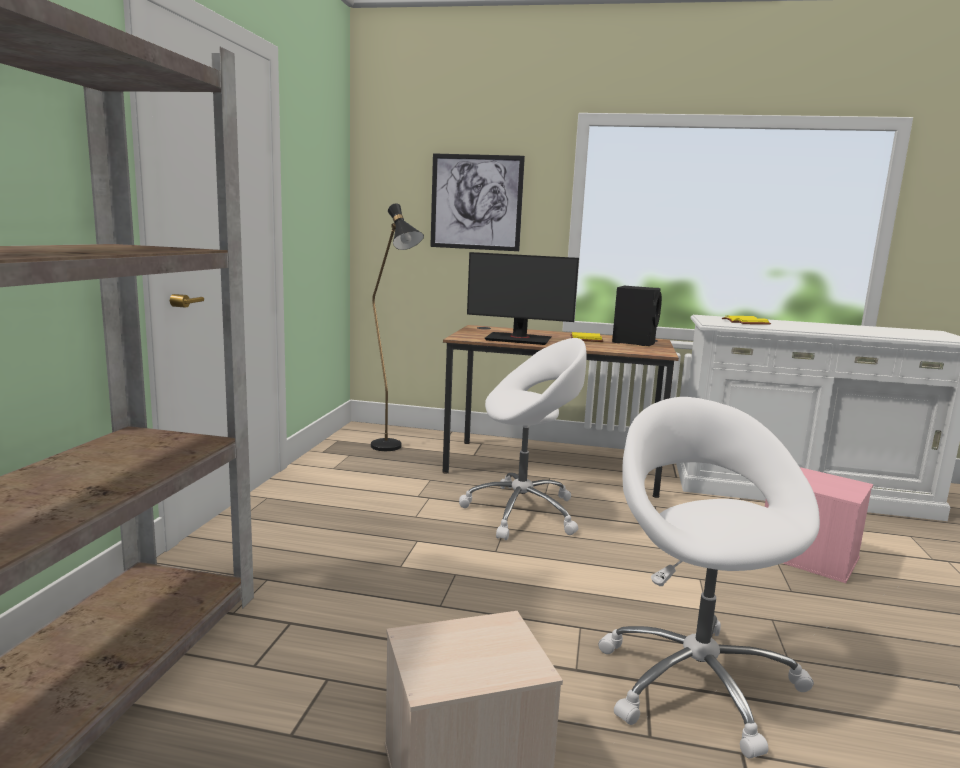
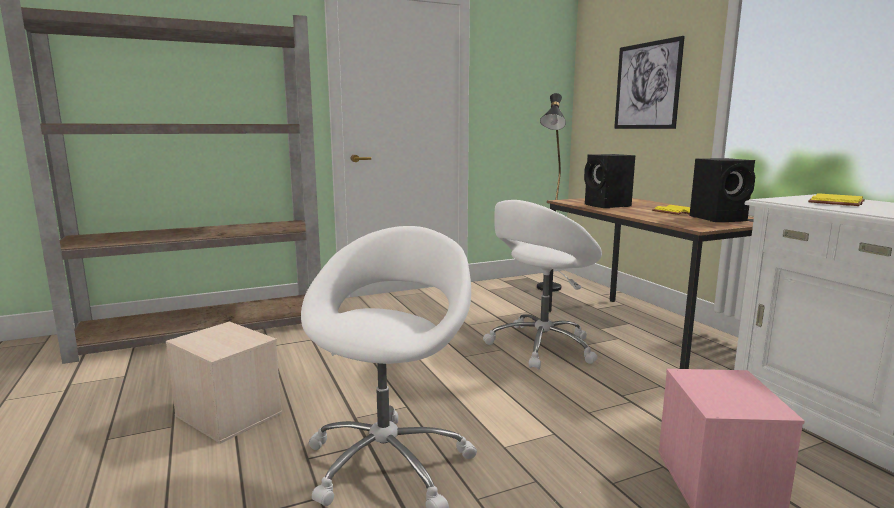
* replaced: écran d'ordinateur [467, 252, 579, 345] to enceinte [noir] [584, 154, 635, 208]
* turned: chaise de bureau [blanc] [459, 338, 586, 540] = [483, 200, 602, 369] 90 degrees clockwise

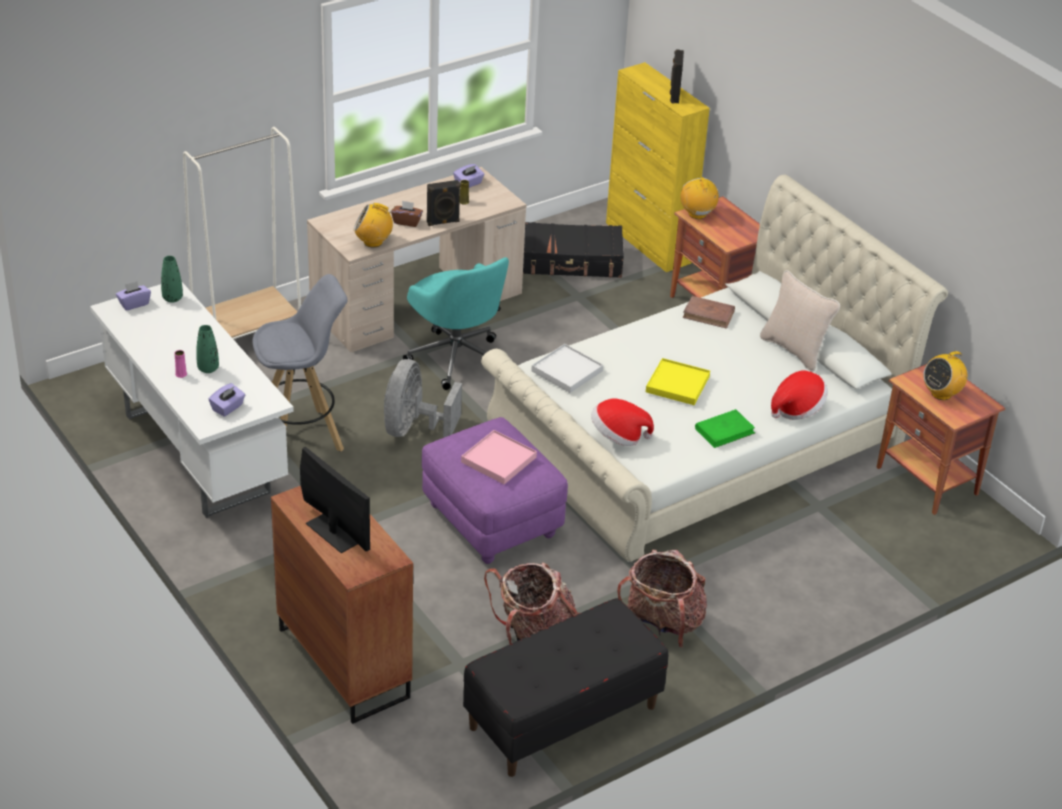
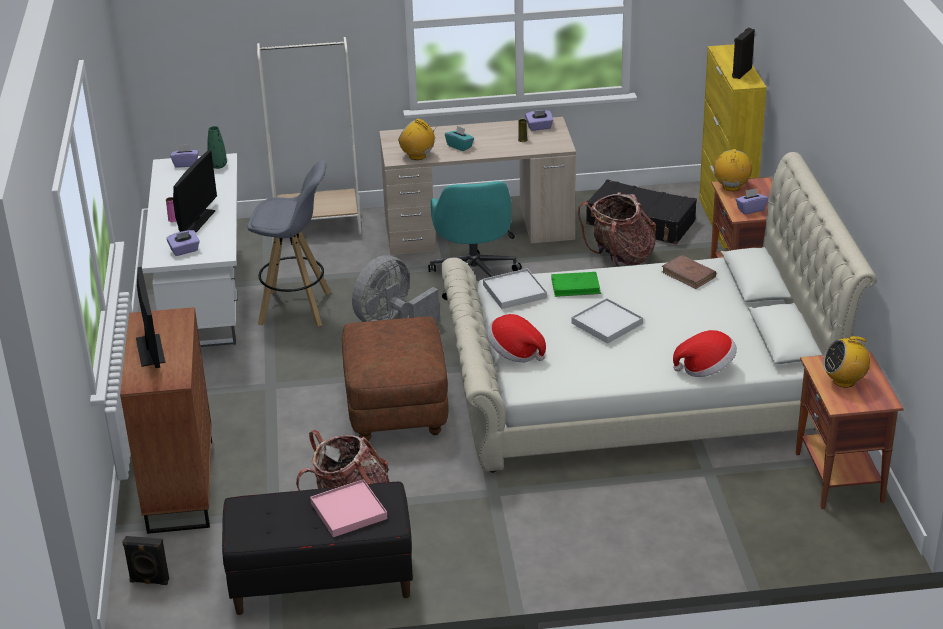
* moved: enceinte [noir] [427, 180, 460, 226] to [122, 536, 169, 585]
* recoloured: boîte à mouchoirs [marron] [391, 200, 423, 227] to boîte à mouchoirs [turquoise] [445, 126, 474, 151]
* removed: coussin [beige] [760, 270, 840, 372]
* replaced: vase [vert] [196, 325, 219, 373] to écran d'ordinateur [173, 150, 217, 232]
* recoloured: plateau [jaune] [646, 358, 710, 405] to plateau [blanc] [571, 298, 643, 344]
* moved: livre [vert] [695, 409, 755, 448] to [551, 272, 601, 297]
* recoloured: pouf [violet] [422, 417, 568, 564] to pouf [marron] [342, 317, 448, 441]
* moved: plateau [rose] [461, 430, 537, 484] to [310, 479, 388, 537]
* moved: sac à dos [617, 550, 707, 648] to [578, 192, 656, 267]
* added: boîte à mouchoirs [violet] [736, 188, 768, 215]

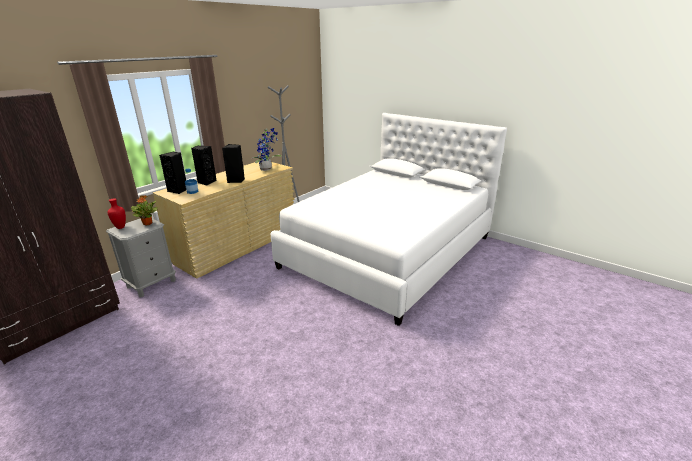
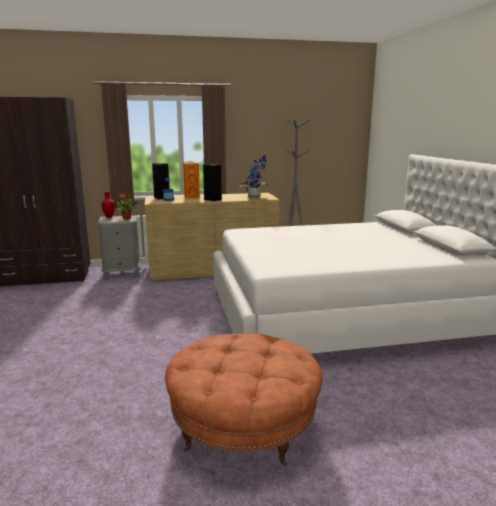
* recoloured: enceinte [noir] [191, 146, 217, 186] to enceinte [orange] [183, 163, 200, 199]
* added: pouf [marron] [165, 333, 322, 466]

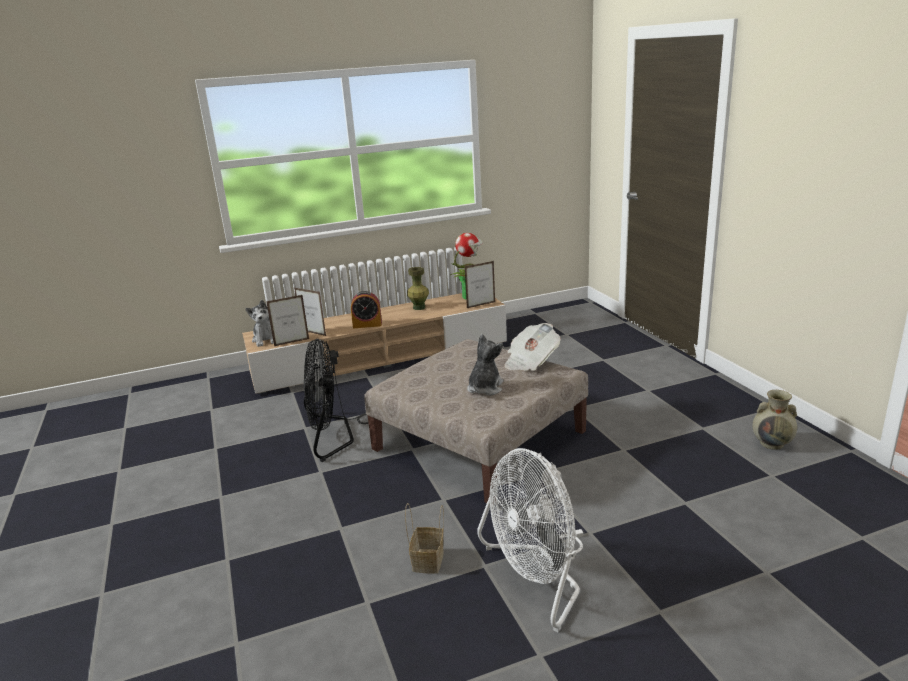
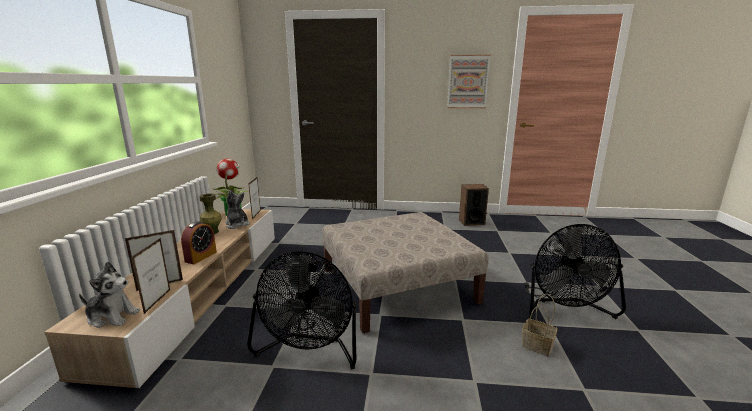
* removed: journal [504, 323, 560, 371]
* moved: peluche [467, 334, 504, 396] to [225, 190, 250, 229]
* replaced: vase [beige] [753, 390, 797, 450] to enceinte [459, 184, 489, 226]
* recoloured: ventilateur [blanc] [477, 448, 584, 633] to ventilateur [noir] [524, 224, 626, 319]
* added: tableau [447, 55, 490, 108]

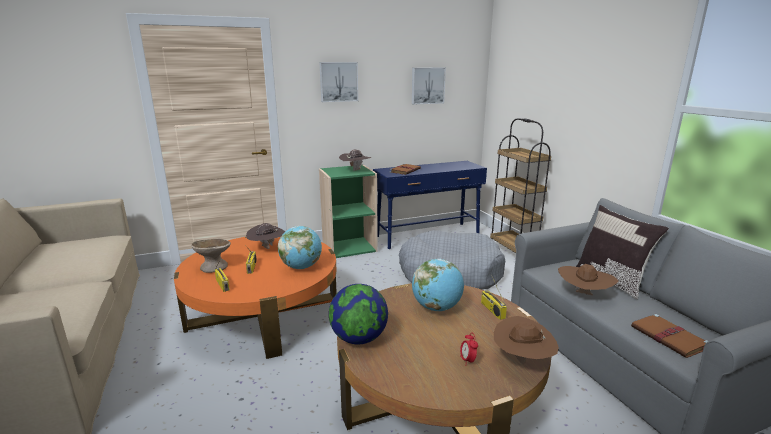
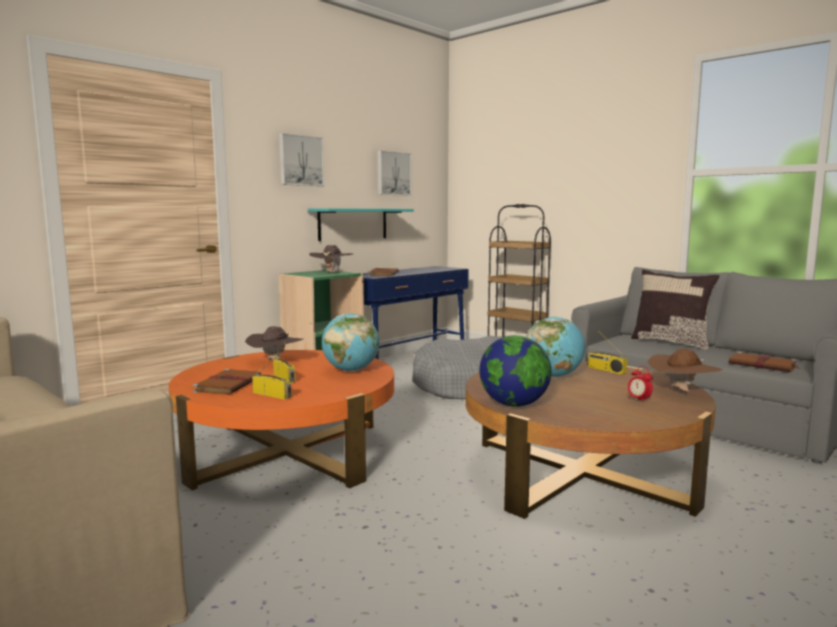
* replaced: bol [beige] [191, 239, 231, 273] to livre [marron] [193, 369, 262, 395]
* removed: chapeau [marron] [558, 264, 618, 296]
* added: étagère [turquoise] [308, 208, 414, 241]

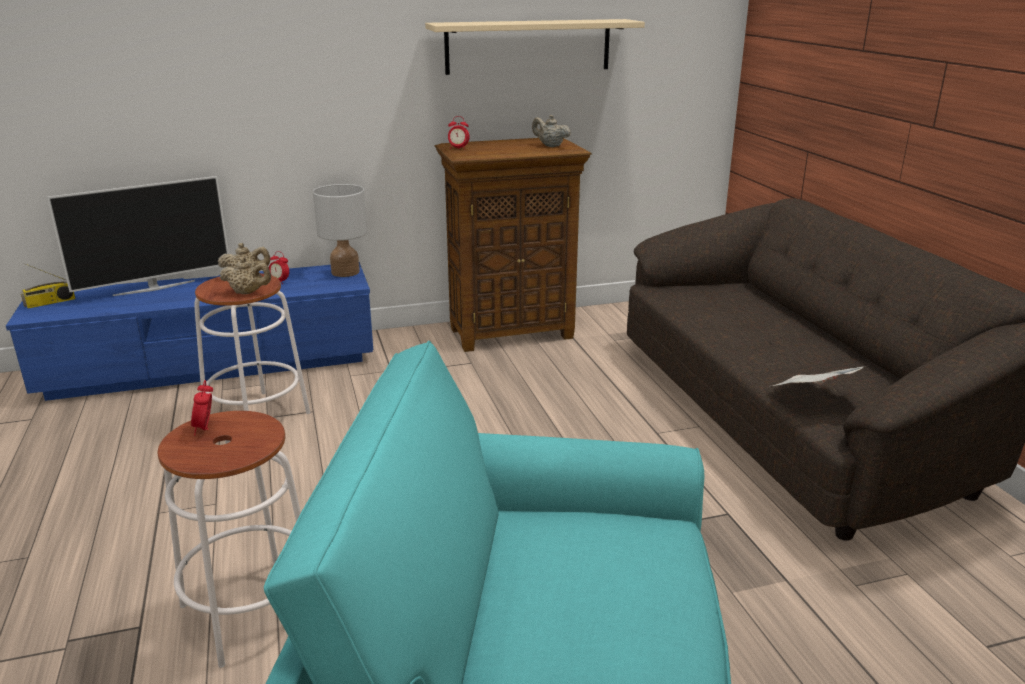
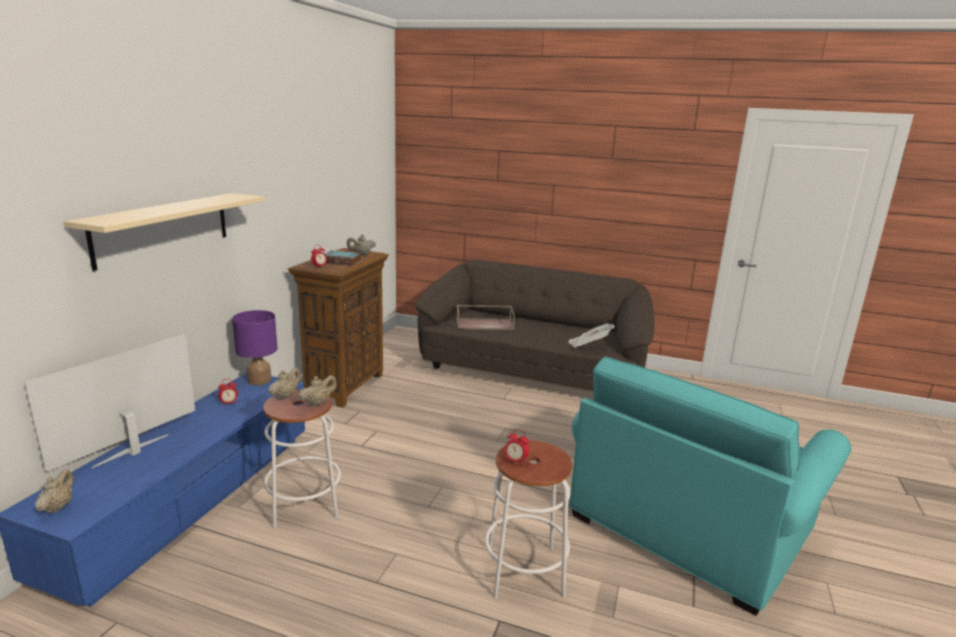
* moved: étagère [beige] [425, 19, 645, 75] to [64, 193, 265, 271]
* turned: téléviseur [47, 176, 229, 296] = [24, 334, 195, 472] 150 degrees counterclockwise
* recoloured: lampe de table [gris] [313, 184, 367, 277] to lampe de table [violet] [232, 310, 277, 385]
* replaced: radio [21, 263, 76, 309] to théière [beige] [35, 469, 74, 513]
* added: livre [325, 251, 361, 266]
* added: plateau [marron] [456, 305, 515, 330]

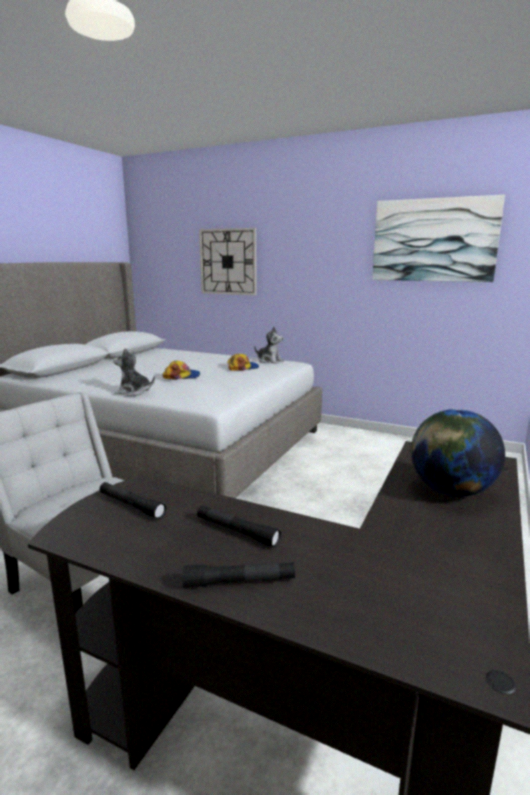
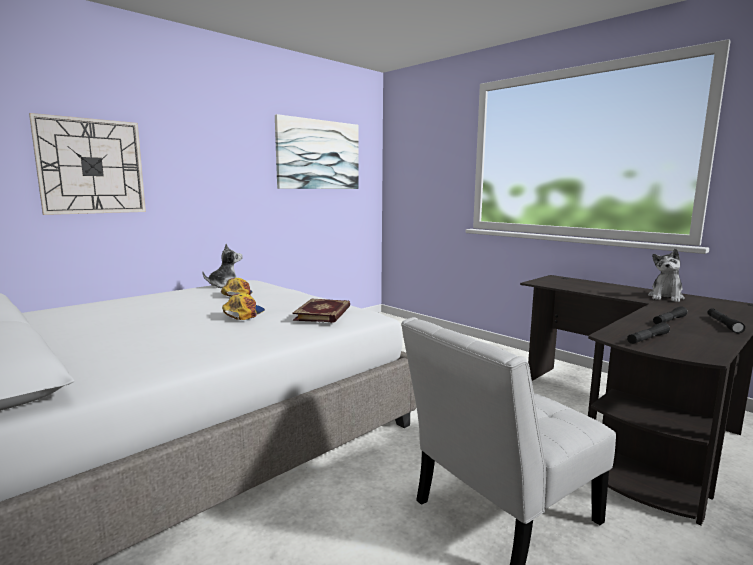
* moved: peluche [113, 348, 155, 396] to [648, 249, 685, 302]
* removed: globe [411, 409, 505, 497]
* added: livre [293, 299, 350, 323]

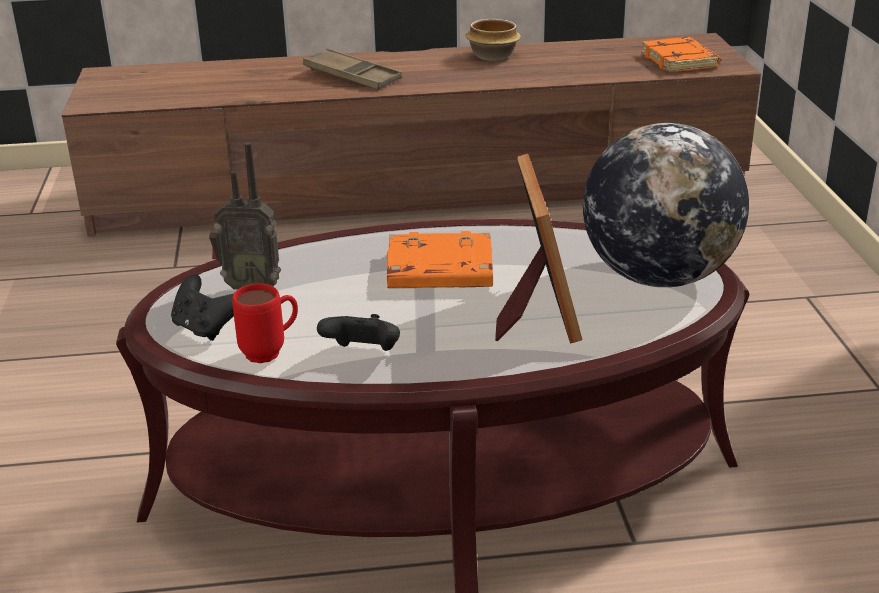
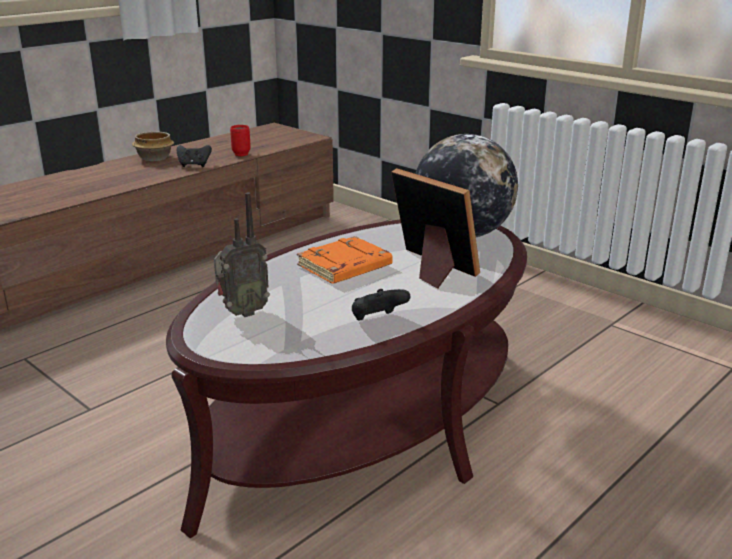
* removed: livre [orange] [641, 37, 720, 72]
* removed: plateau [marron] [303, 48, 402, 89]
* moved: manette [noir] [171, 274, 234, 341] to [177, 145, 212, 167]
* moved: mug [rouge] [232, 284, 298, 363] to [230, 125, 251, 156]

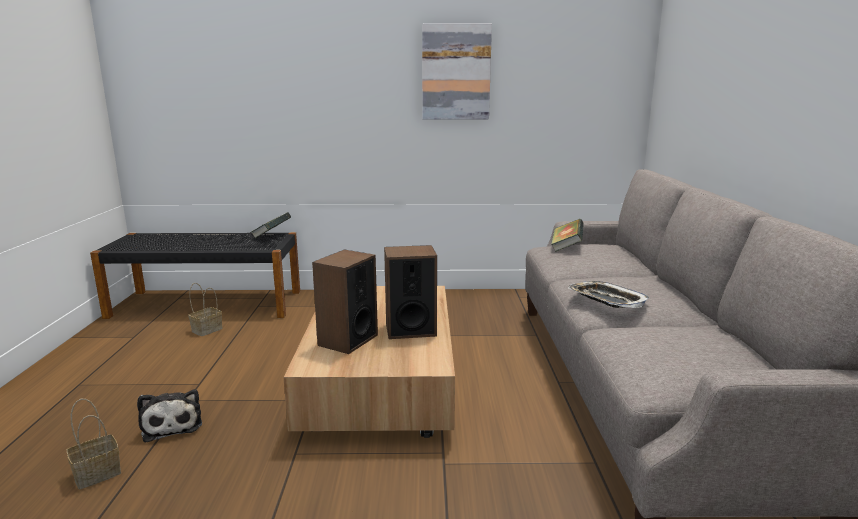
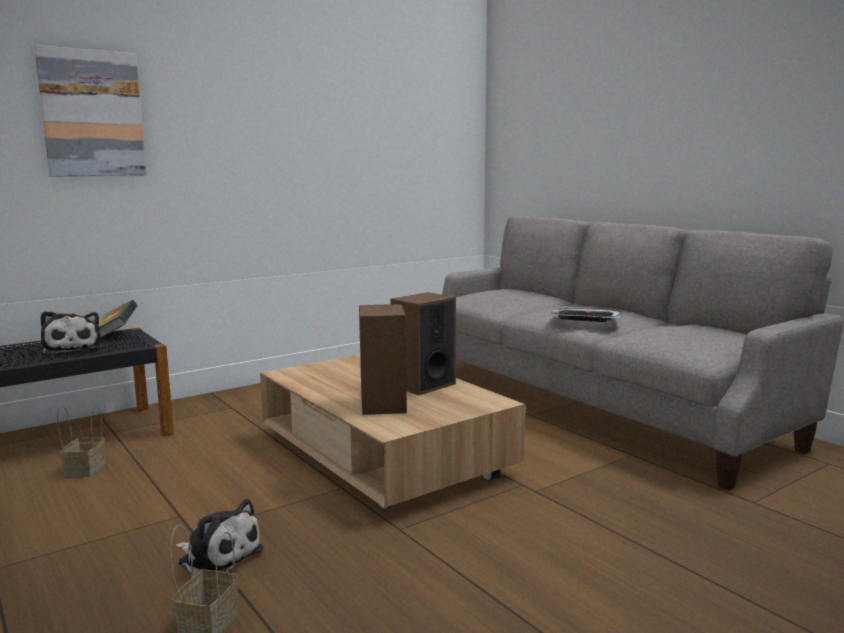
* moved: tableau [422, 24, 492, 119] to [35, 45, 147, 177]
* removed: livre [551, 219, 584, 252]
* added: peluche [40, 311, 102, 355]

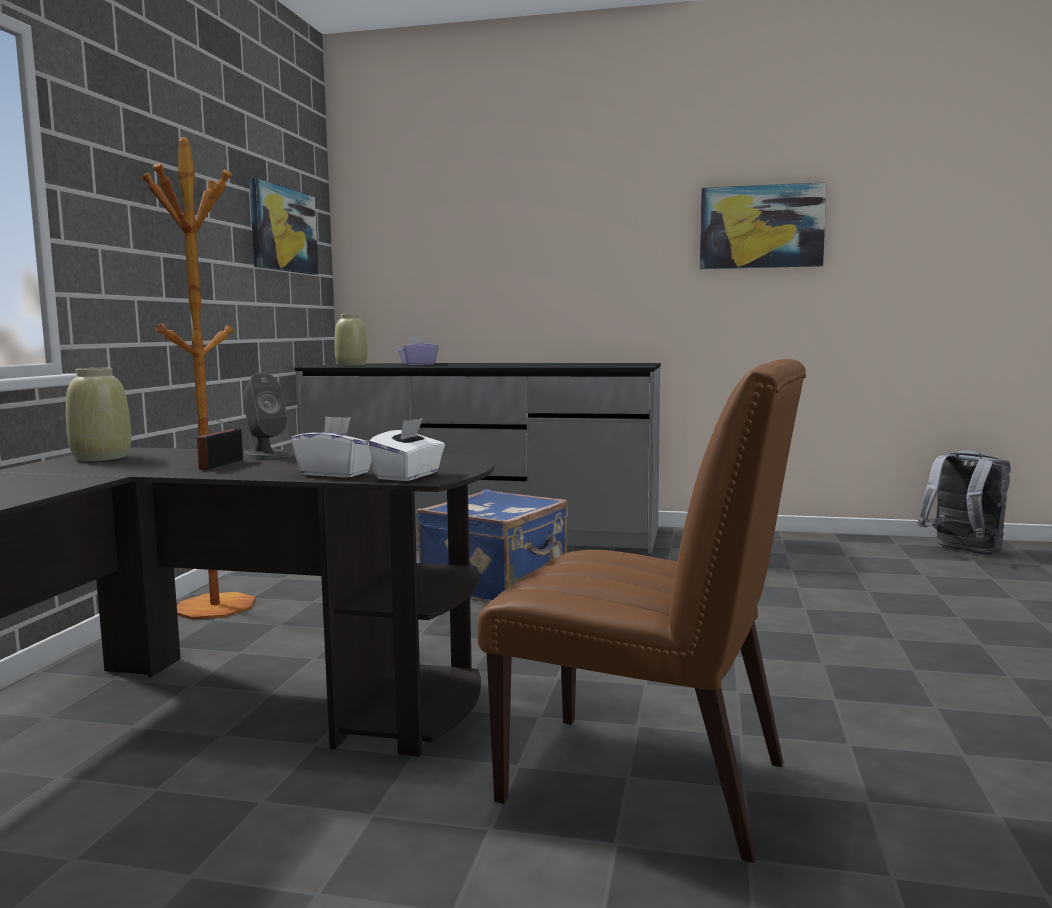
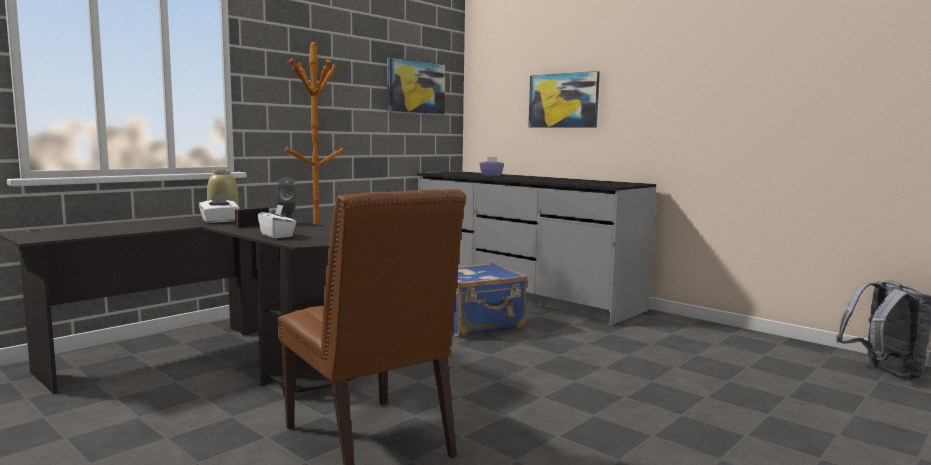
* moved: tableau [700, 182, 827, 269] to [529, 71, 600, 128]
* removed: vase [beige] [334, 314, 368, 366]
* moved: boîte à mouchoirs [blanc] [368, 418, 445, 481] to [199, 195, 240, 223]

